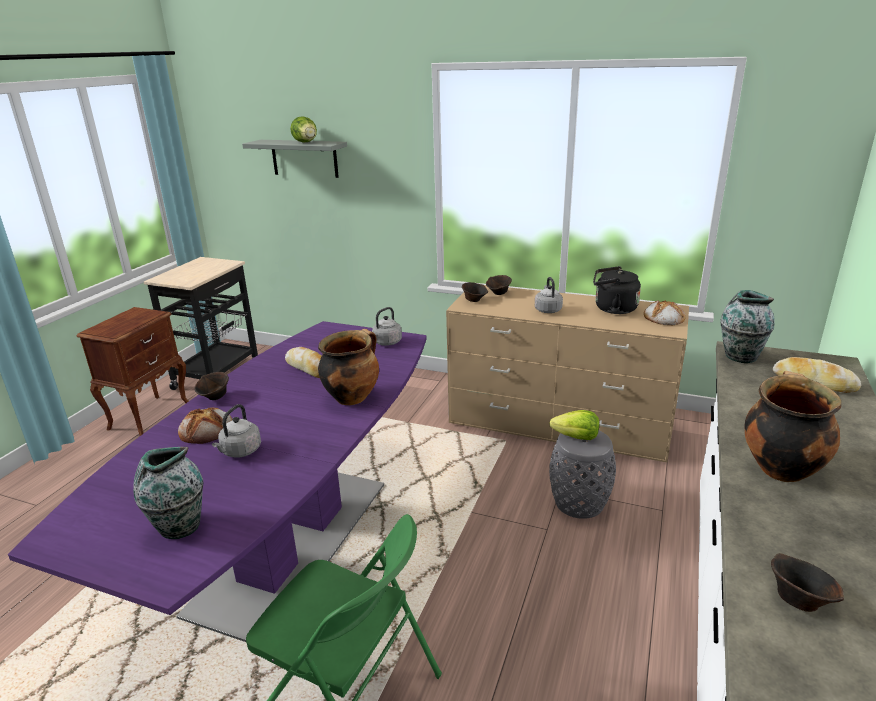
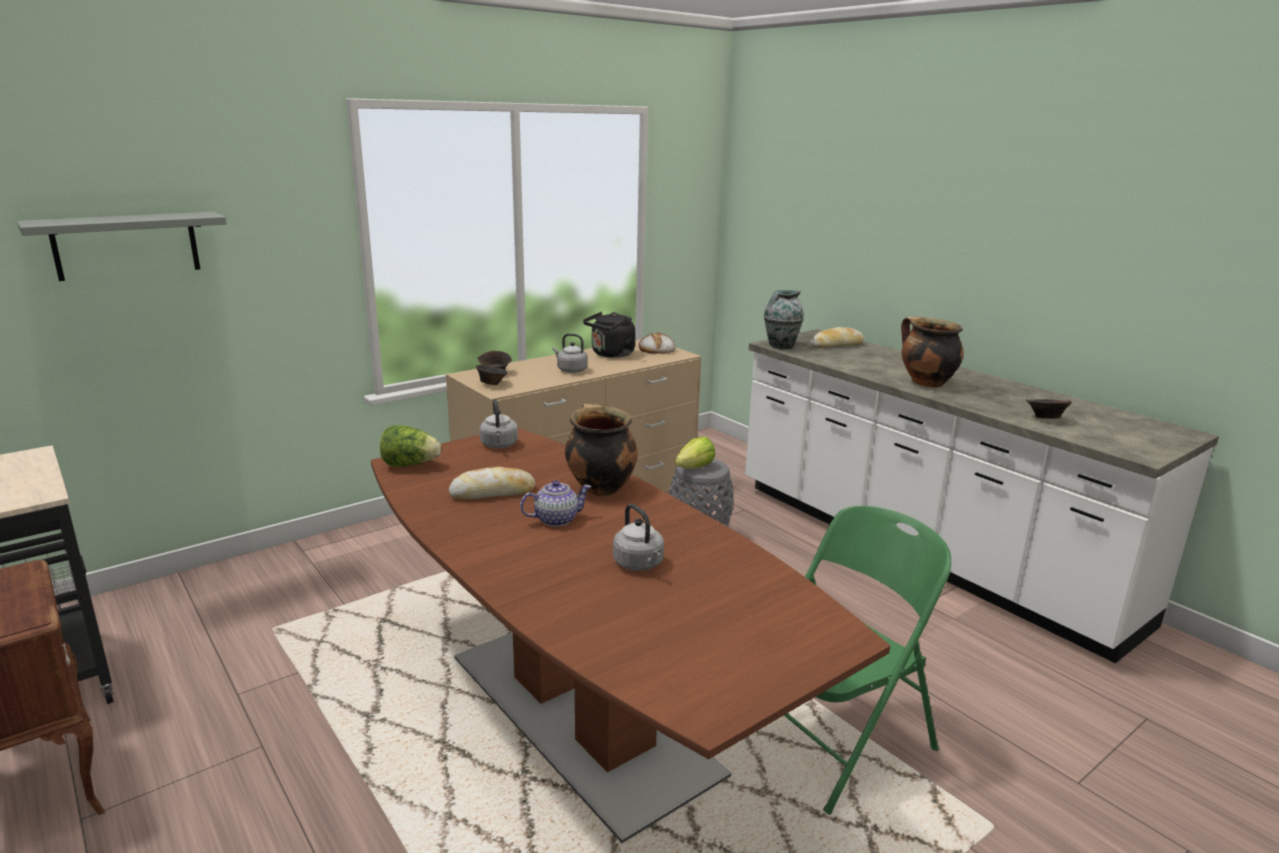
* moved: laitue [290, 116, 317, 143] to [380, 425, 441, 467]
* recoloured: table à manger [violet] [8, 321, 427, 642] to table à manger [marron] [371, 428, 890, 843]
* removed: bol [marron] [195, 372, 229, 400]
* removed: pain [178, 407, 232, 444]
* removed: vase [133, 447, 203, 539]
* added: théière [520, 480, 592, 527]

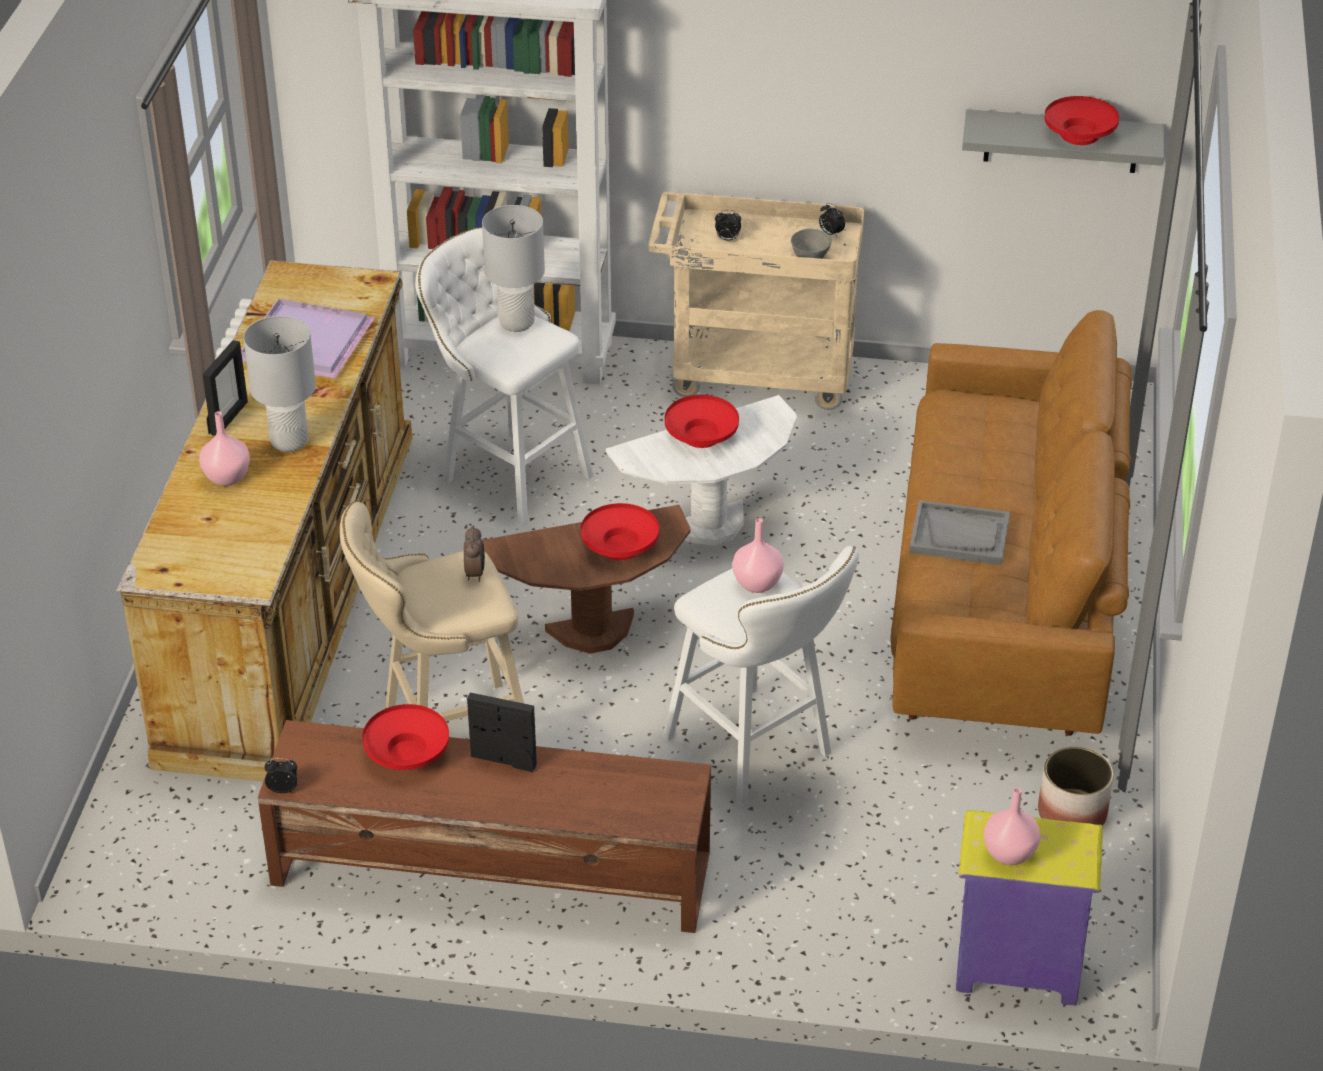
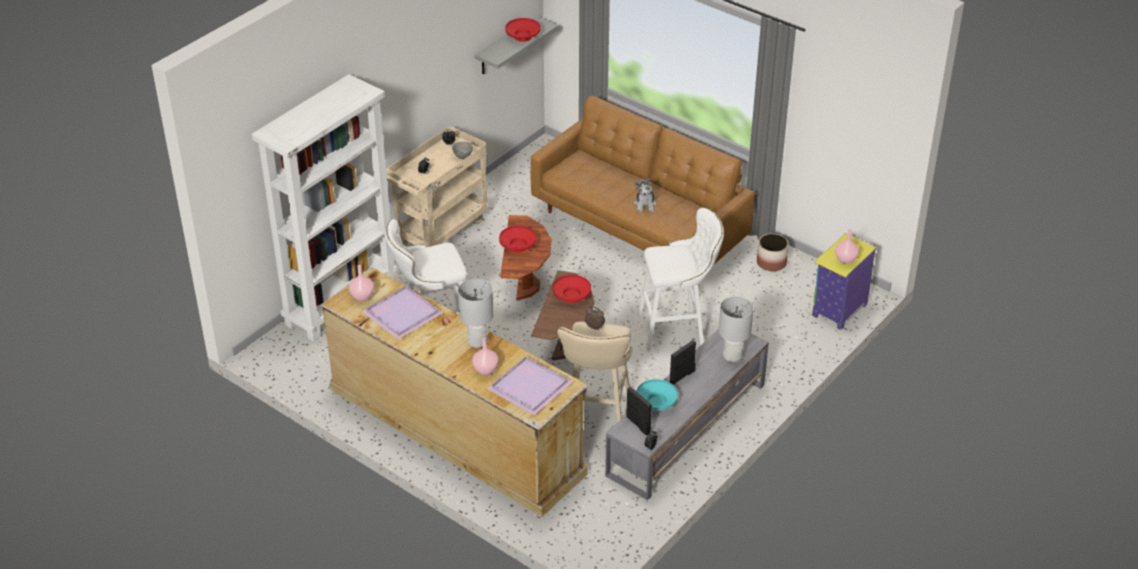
* moved: lampe de table [gris] [482, 205, 545, 332] to [719, 296, 754, 362]
* moved: cadre photo [202, 340, 248, 436] to [626, 387, 652, 436]
* recoloured: table d'appoint [blanc] [606, 395, 797, 546] to table d'appoint [marron] [500, 215, 552, 301]
* replaced: plateau [gris] [909, 500, 1010, 565] to peluche [634, 178, 656, 212]
* moved: vase [rose] [732, 518, 784, 593] to [349, 265, 374, 301]
* recoloured: bol [rouge] [363, 704, 449, 770] to bol [turquoise] [636, 379, 678, 410]
* recoloured: meuble télé [marron] [258, 720, 711, 933] to meuble télé [gris] [605, 329, 769, 500]
* added: plateau [violet] [487, 356, 572, 415]

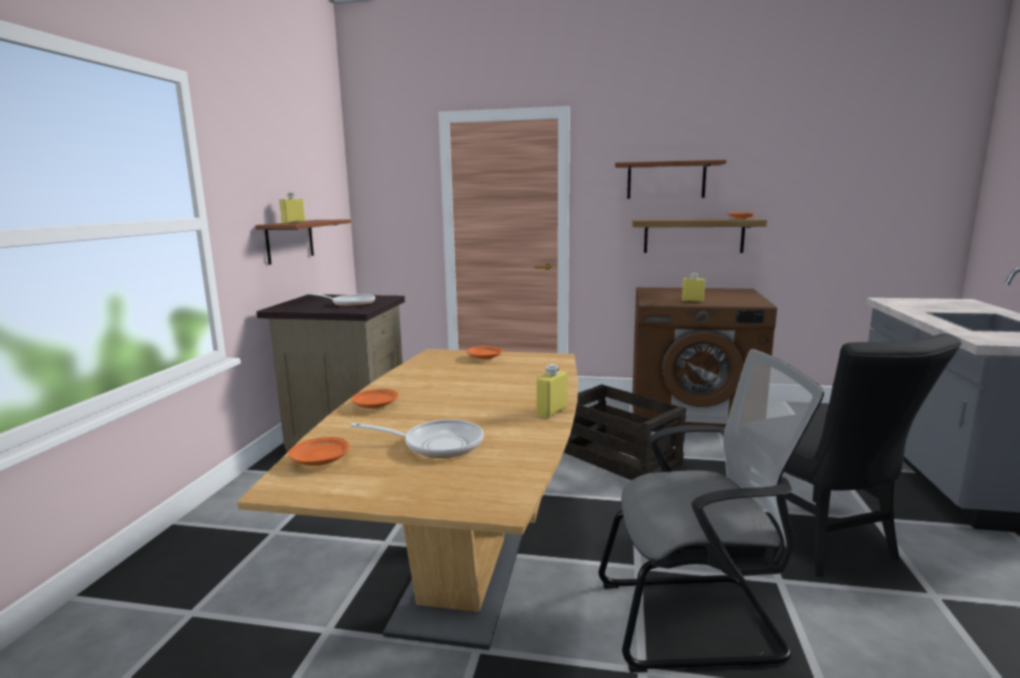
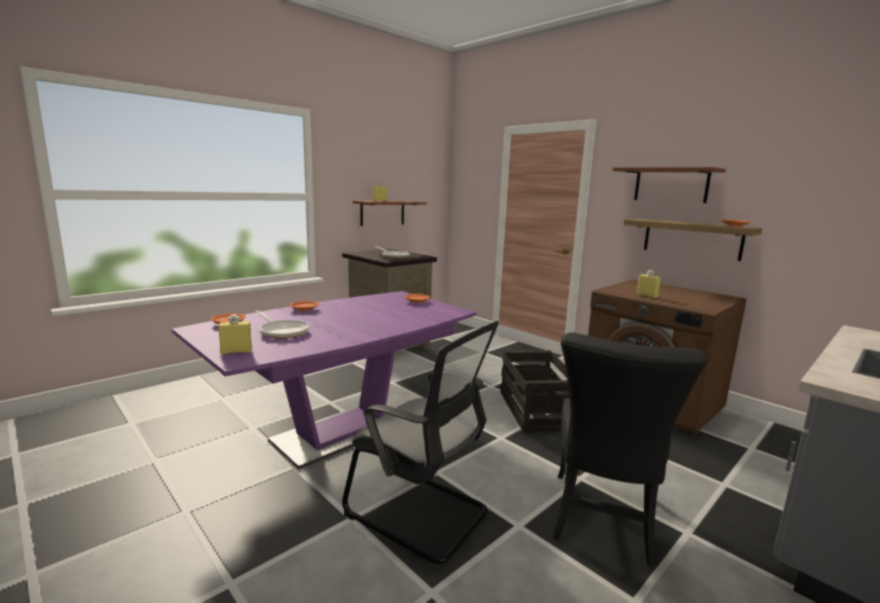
* recoloured: table à manger [marron] [237, 349, 578, 650] to table à manger [violet] [172, 291, 477, 469]
* moved: bouteille [jaune] [536, 364, 567, 418] to [218, 315, 252, 355]

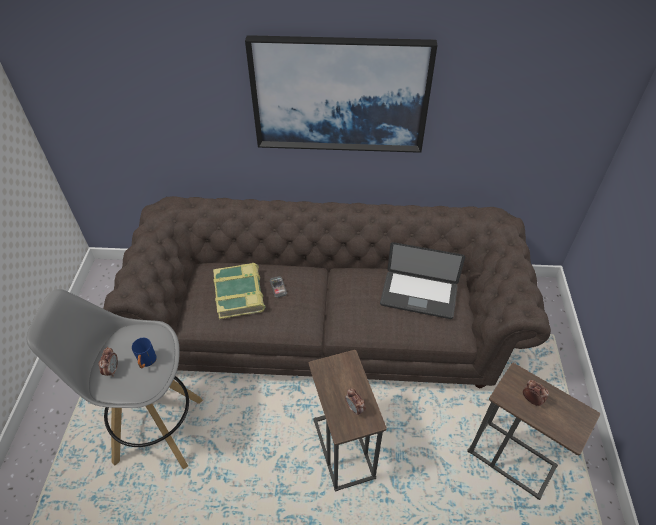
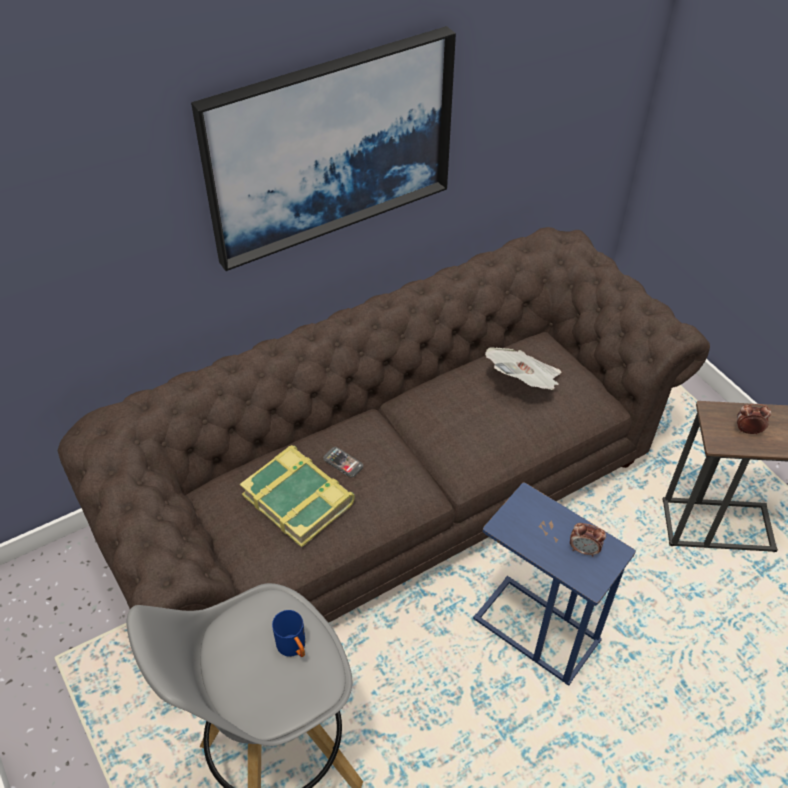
* replaced: ordinateur portable [380, 242, 465, 319] to journal [485, 347, 561, 390]
* removed: réveil [98, 347, 118, 377]
* recoloured: table d'appoint [marron] [309, 350, 387, 492] to table d'appoint [bleu] [473, 482, 636, 686]

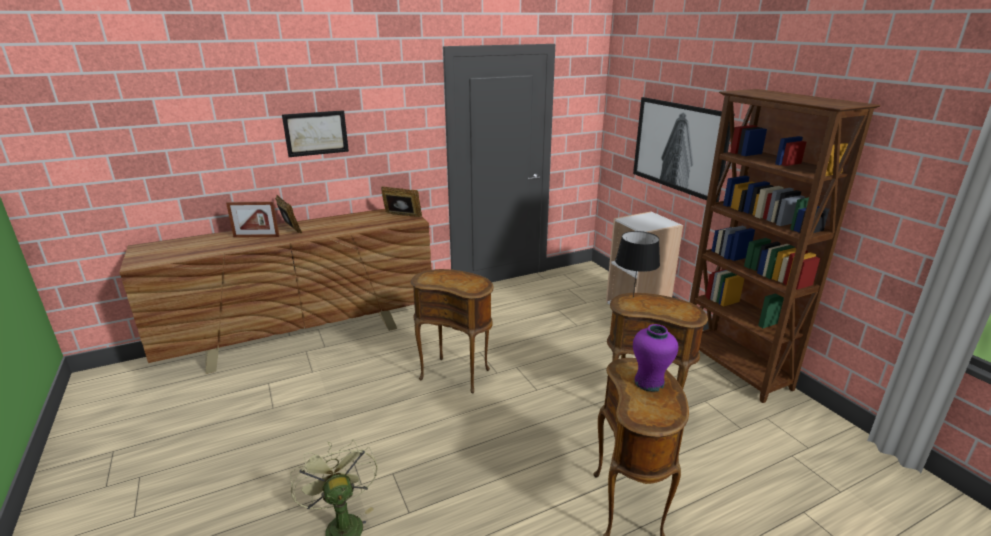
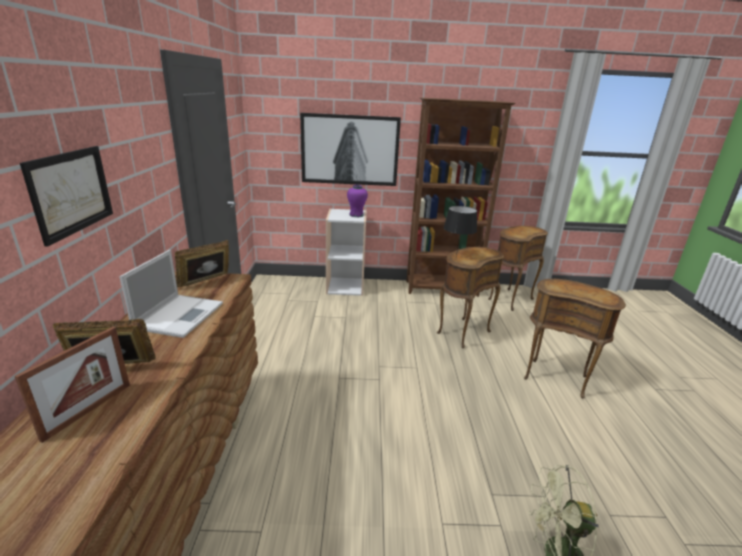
* moved: table d'appoint [marron] [410, 269, 494, 394] to [488, 226, 548, 311]
* moved: vase [violet] [633, 324, 678, 392] to [347, 185, 368, 217]
* added: ordinateur portable [119, 250, 223, 338]

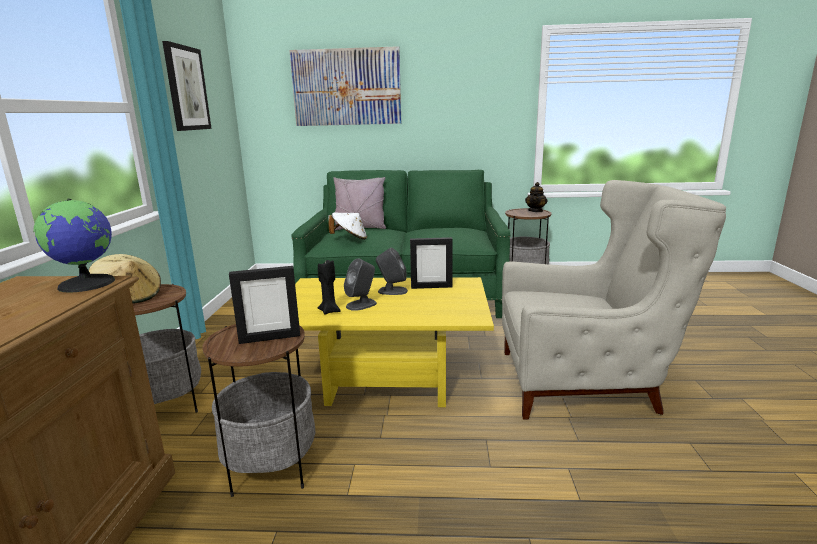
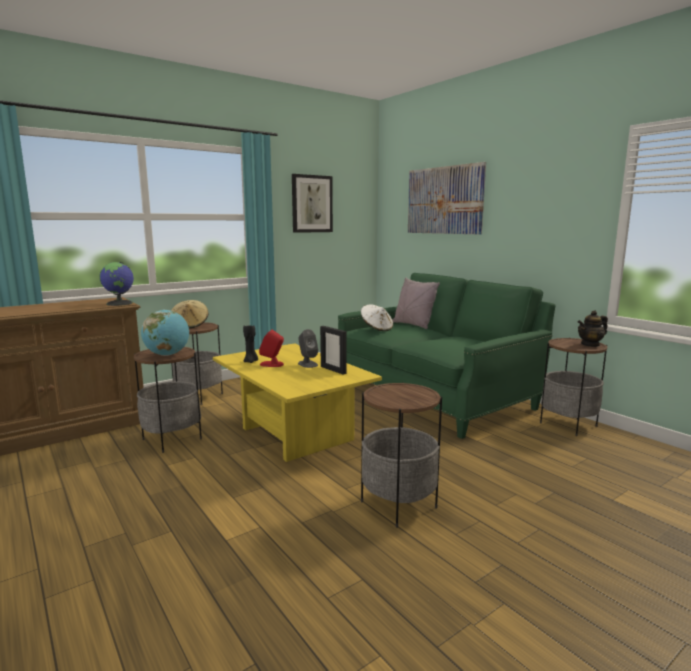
* replaced: fauteuil [beige] [502, 180, 726, 420] to table d'appoint [361, 382, 442, 528]
* recoloured: enceinte [gris] [344, 258, 377, 311] to enceinte [rouge] [259, 329, 284, 367]
* replaced: cadre photo [229, 266, 300, 344] to globe [141, 310, 189, 356]

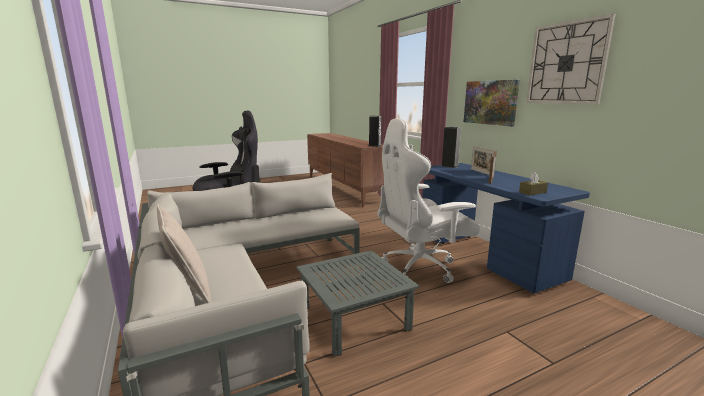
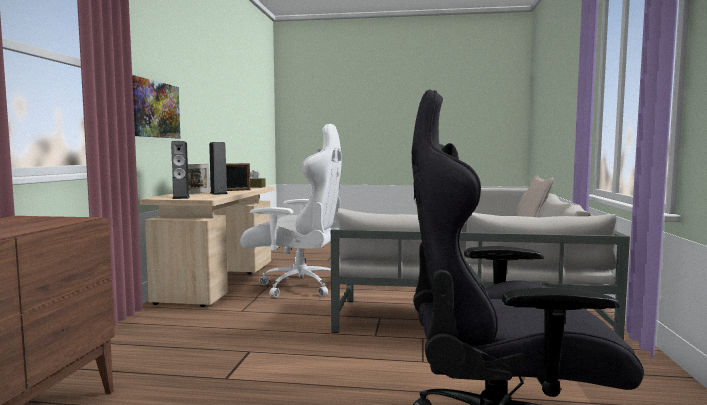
* removed: horloge murale [526, 14, 616, 104]
* moved: enceinte [368, 116, 382, 147] to [209, 142, 228, 195]
* recoloured: bureau [bleu] [423, 163, 590, 293] to bureau [beige] [140, 186, 274, 307]

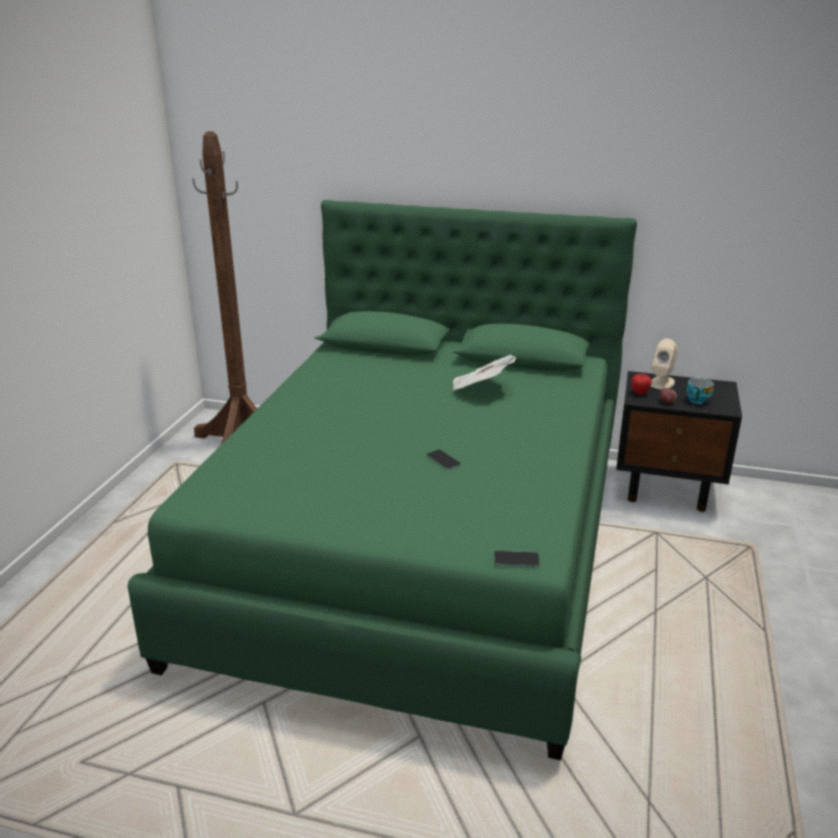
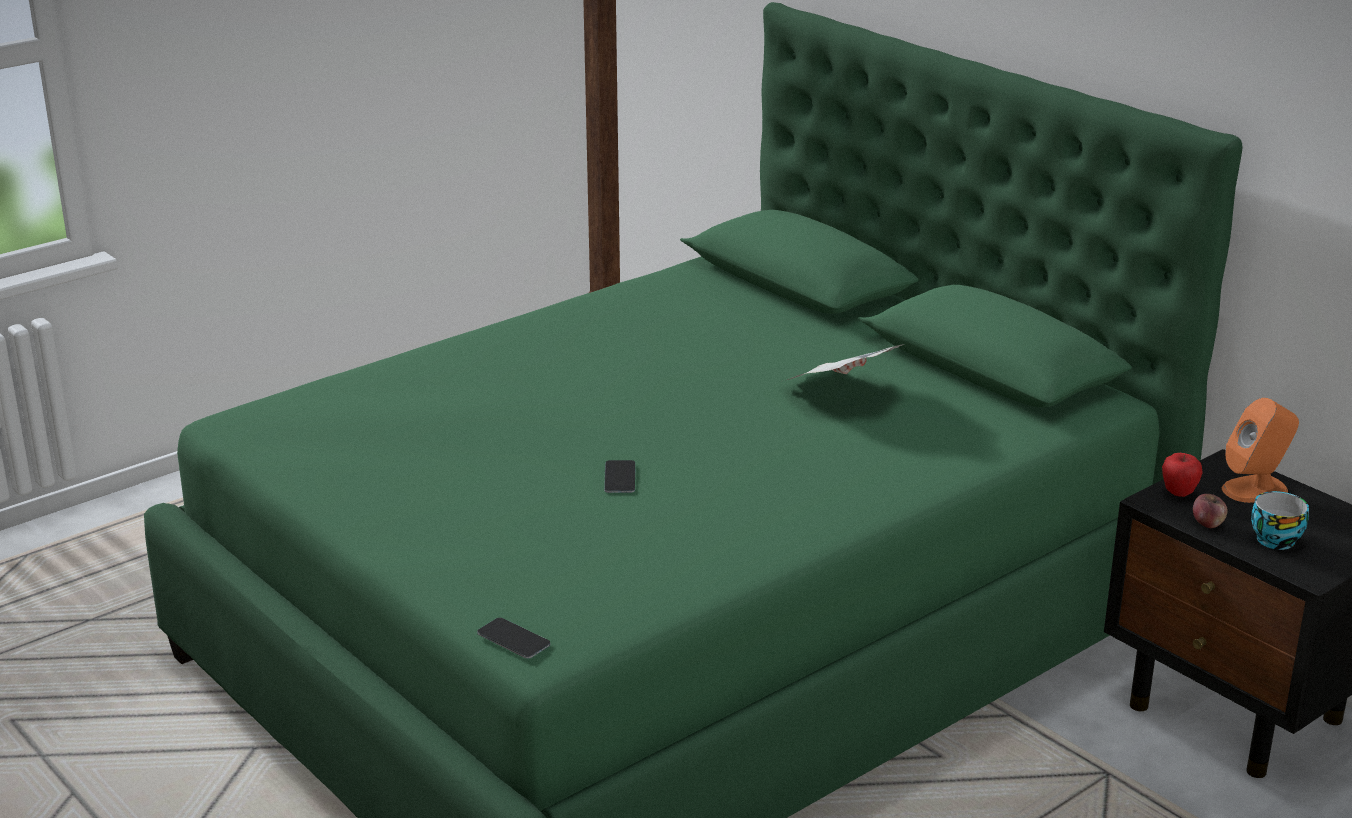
* recoloured: enceinte [beige] [651, 339, 678, 390] to enceinte [orange] [1222, 398, 1299, 503]

